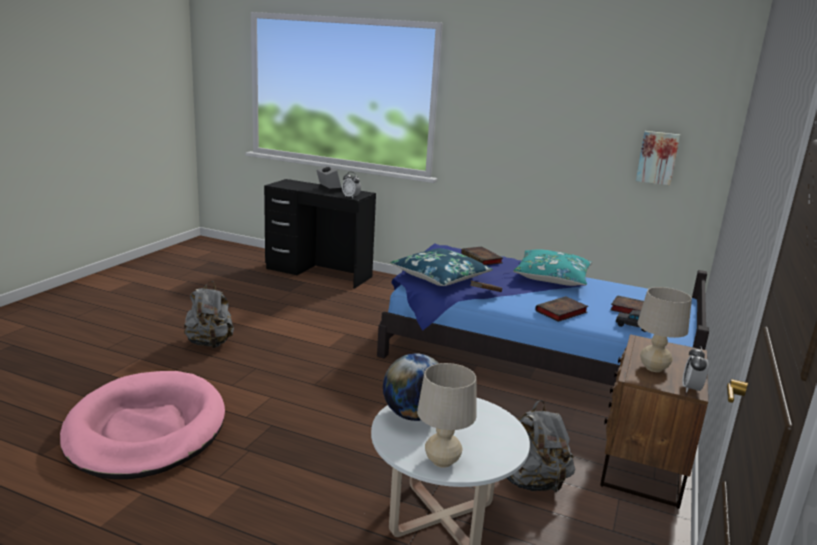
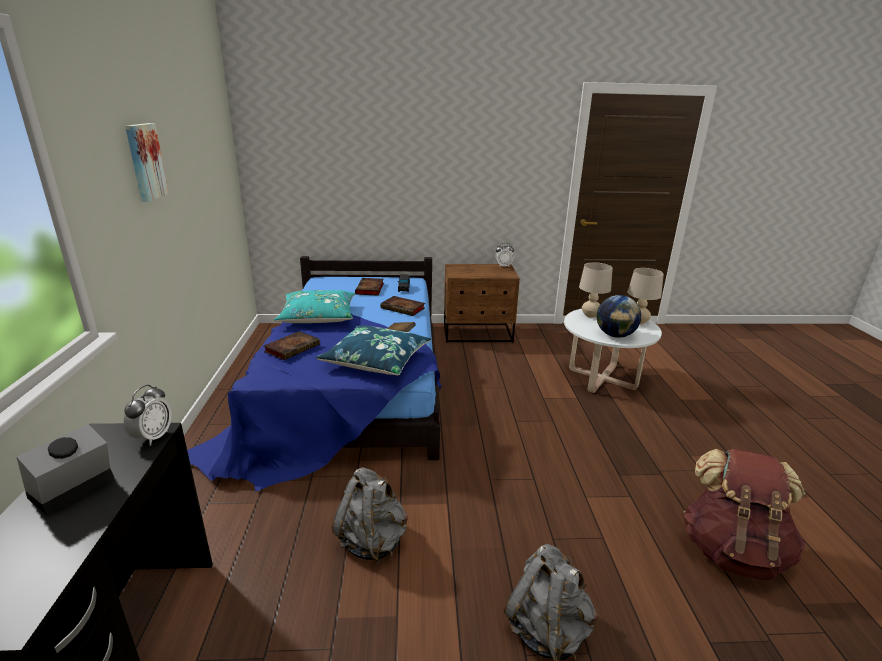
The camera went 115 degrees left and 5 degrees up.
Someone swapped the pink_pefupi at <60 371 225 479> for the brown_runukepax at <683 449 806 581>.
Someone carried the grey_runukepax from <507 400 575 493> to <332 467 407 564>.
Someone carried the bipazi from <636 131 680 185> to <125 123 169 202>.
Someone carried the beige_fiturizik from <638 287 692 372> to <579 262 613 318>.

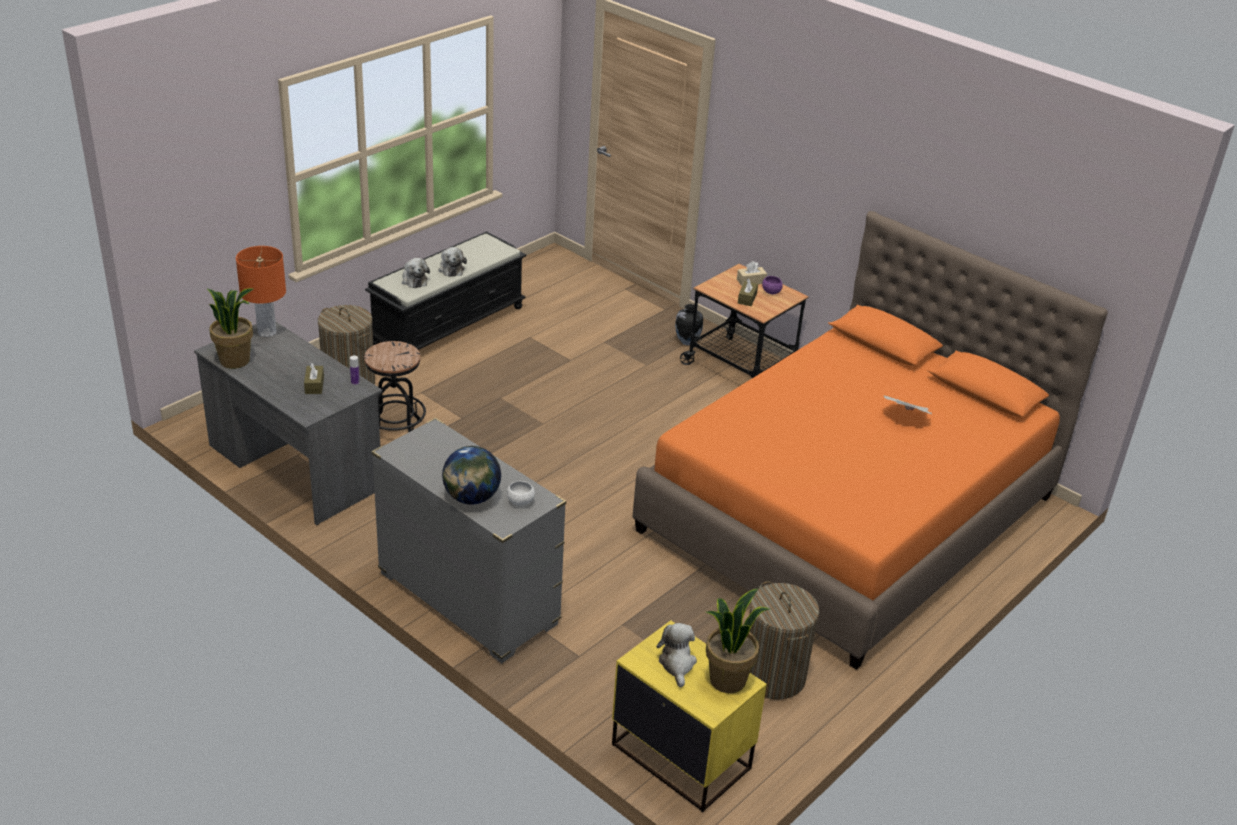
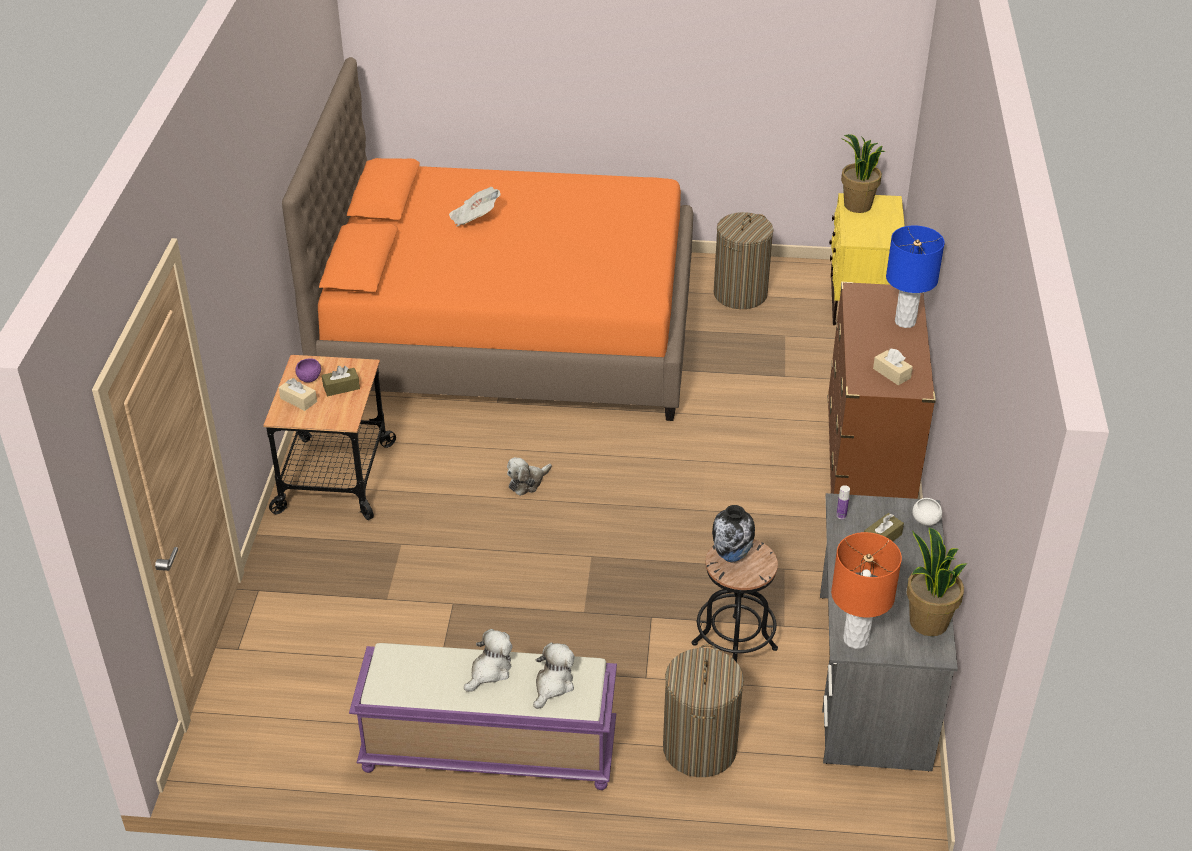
The camera went 125 degrees left and 5 degrees up.
Someone repainted the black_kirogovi at <365 231 527 350>, which became the purple_kirogovi at <349 643 617 790>.
Someone repainted the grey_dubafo at <371 418 566 663>, which became the brown_dubafo at <828 282 936 499>.
Someone swapped the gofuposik at <442 446 501 504> for the blue_fiturizik at <886 225 945 328>.
Someone carried the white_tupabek from <507 481 535 506> to <913 498 942 526>.
Someone carried the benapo from <657 623 697 688> to <507 457 552 496>.
Someone carried the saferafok from <675 304 703 345> to <712 505 755 562>.
Someone put down the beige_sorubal at <873 348 913 385>.

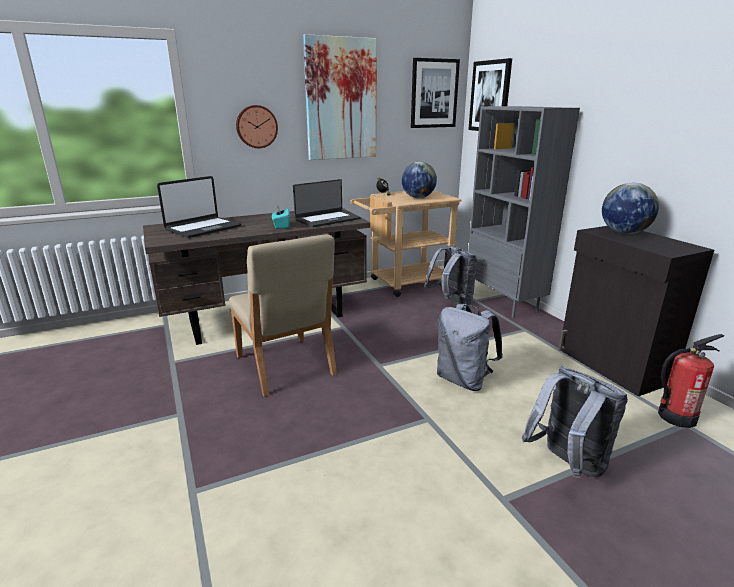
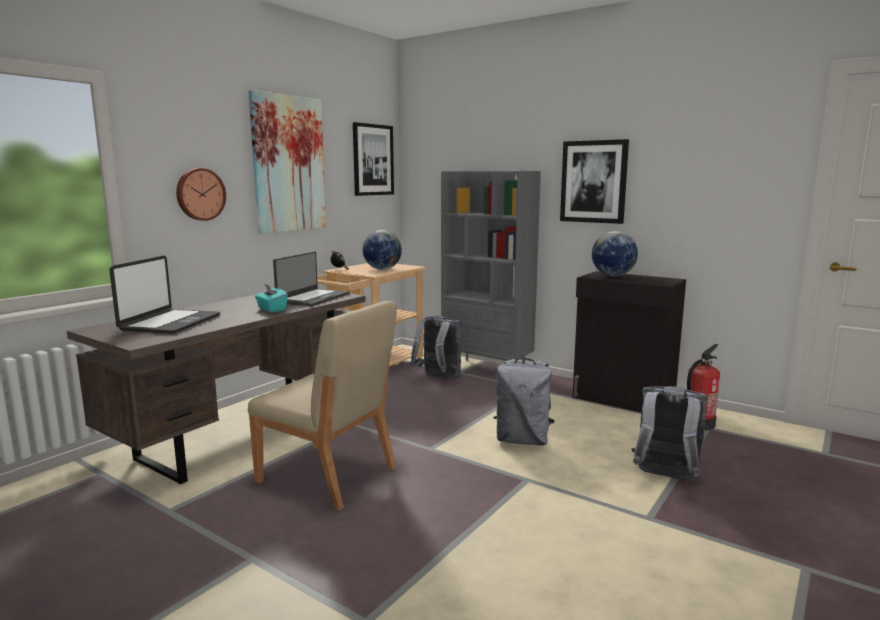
The camera went 30 degrees left and 10 degrees down.
Someone carried the bipazi from <468 58 512 131> to <560 139 629 224>.

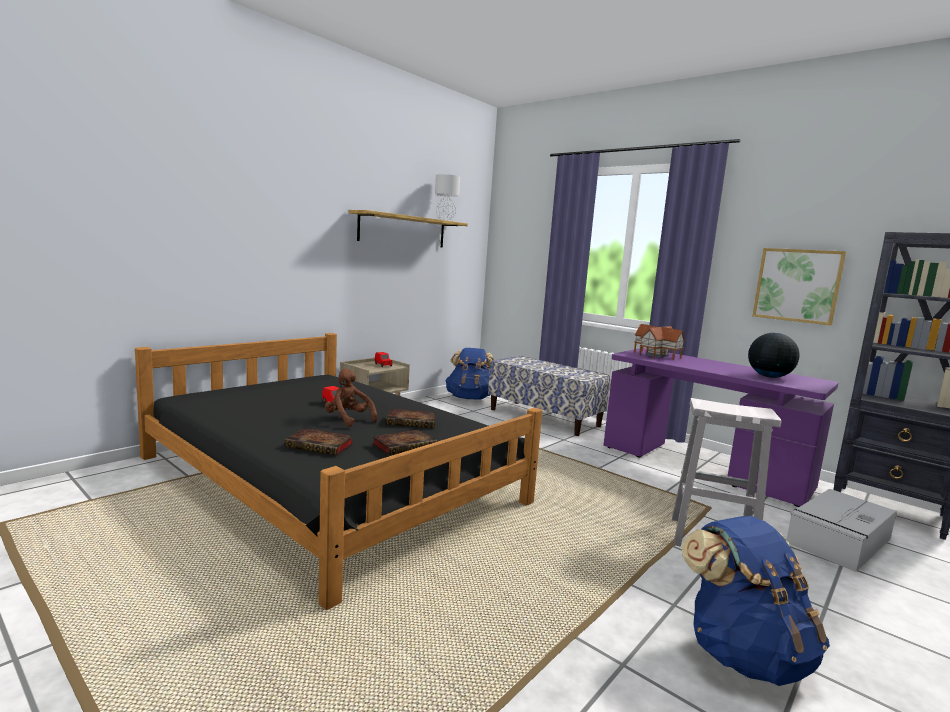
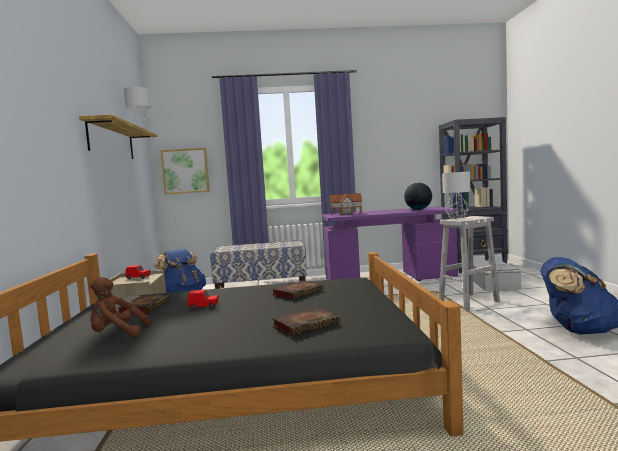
The camera went 45 degrees left and 5 degrees down.
Someone carried the brown_benapo from <325 369 378 427> to <90 277 151 337>.
Someone carried the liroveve from <372 430 437 456> to <117 294 170 314>.
Someone carried the bipazi from <752 248 846 326> to <160 148 210 194>.
Someone put down the grey_fiturizik at <442 171 471 220>.

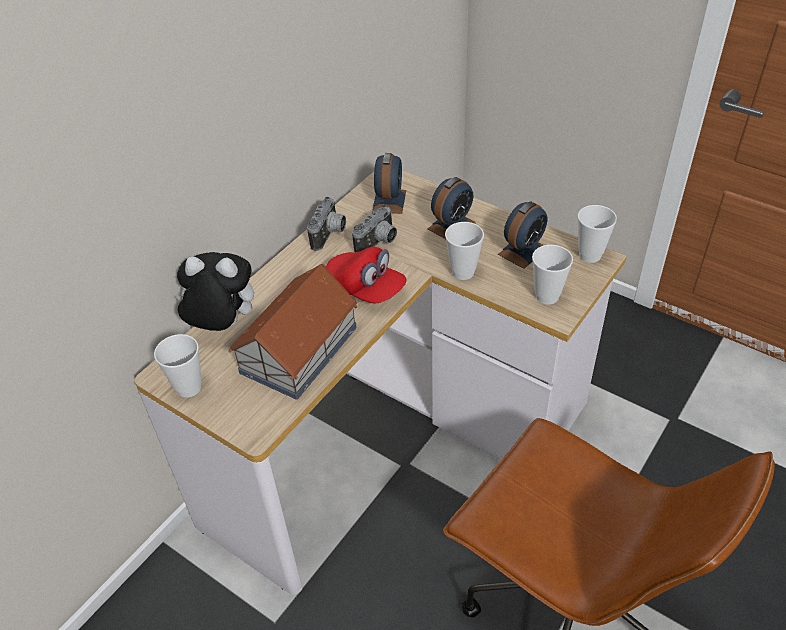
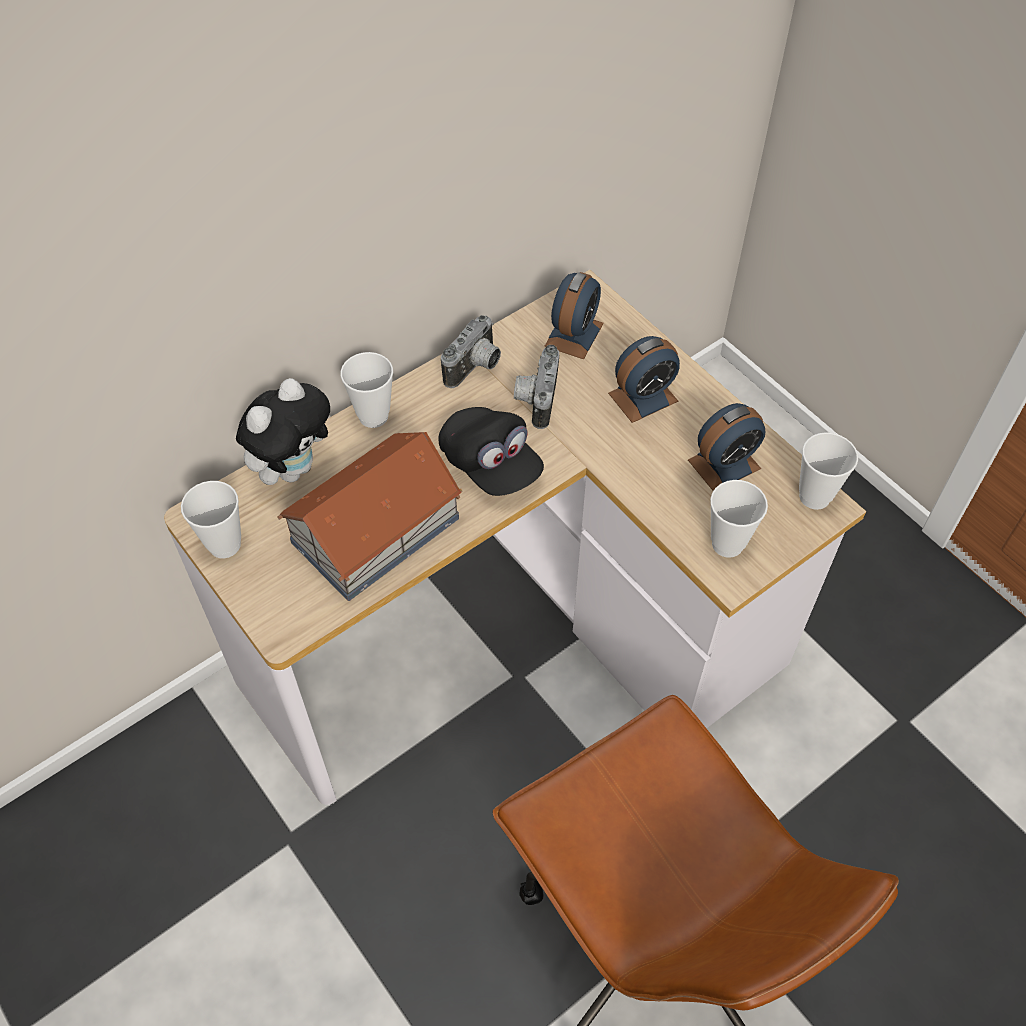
The camera went 15 degrees right and 10 degrees up.
Someone rotated the benapo at <174 252 254 331> by 105 degrees clockwise.
Someone repainted the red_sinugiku at <326 247 406 304>, which became the black_sinugiku at <439 407 544 496>.
Someone rotated the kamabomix at <352 205 397 252> by 135 degrees clockwise.
Someone carried the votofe from <445 222 484 280> to <341 352 393 428>.

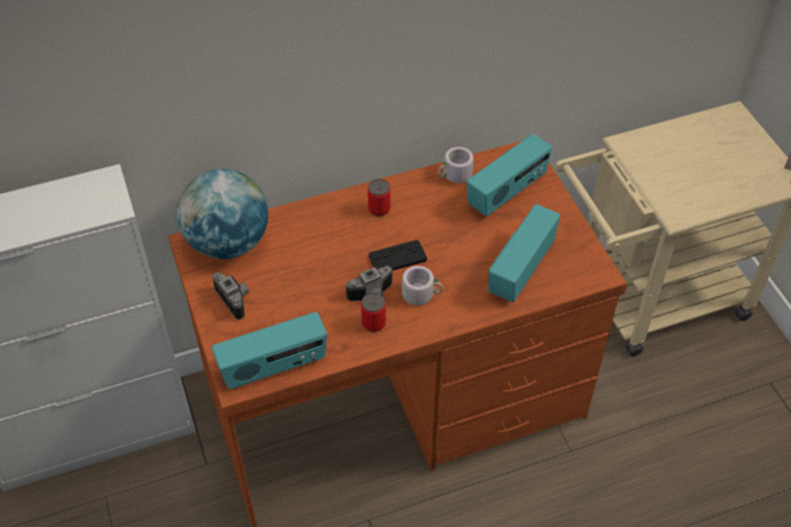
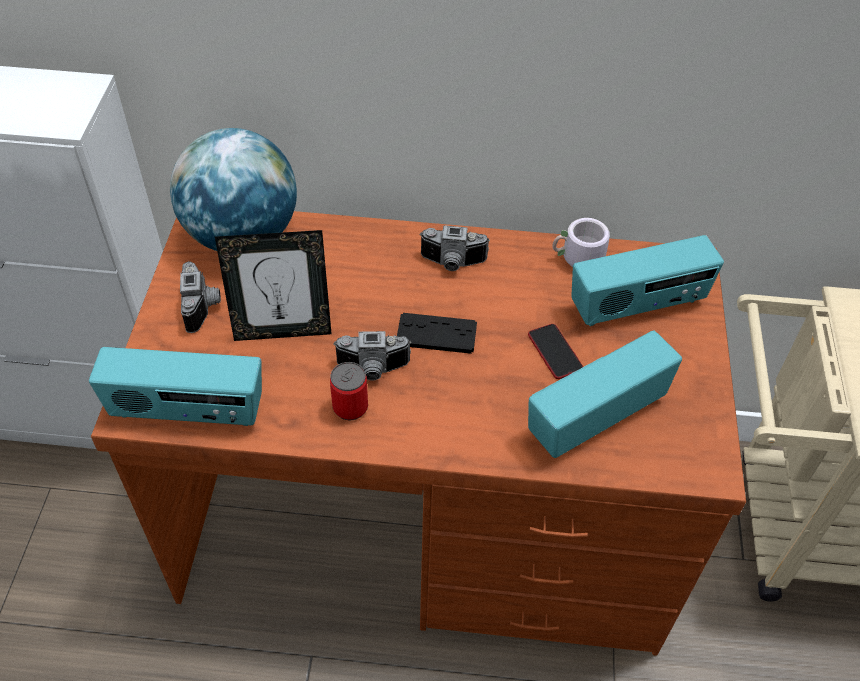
The camera went 25 degrees right and 0 degrees up.
Someone swapped the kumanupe at <368 179 390 217> for the kamabomix at <419 225 490 271>.
Someone took away the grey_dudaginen at <402 266 443 306>.
Someone put down the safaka at <215 230 332 341>.
Someone put down the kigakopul at <528 324 583 379>.

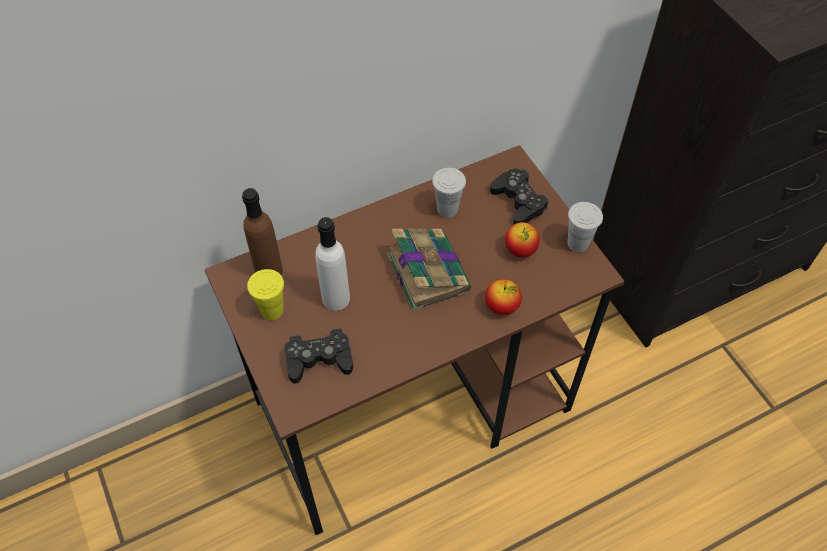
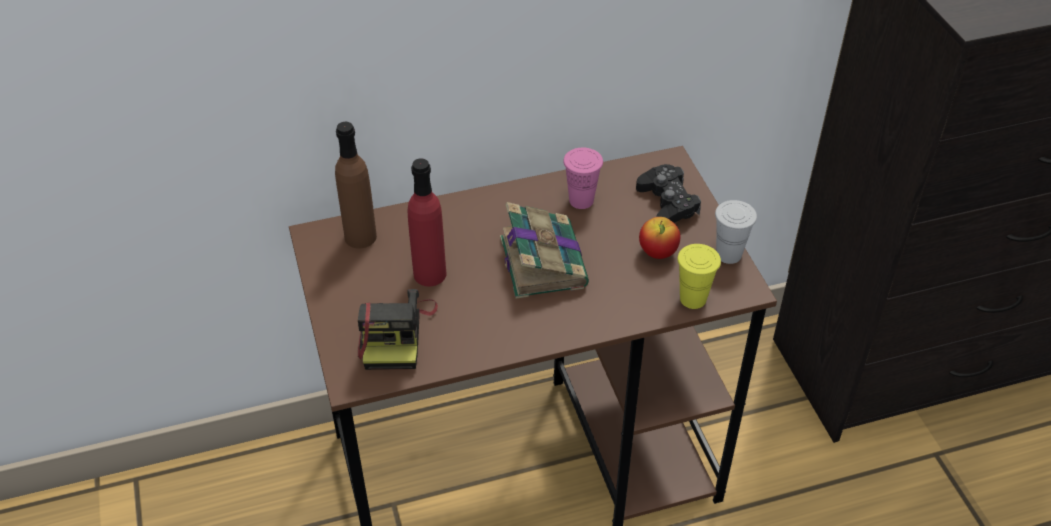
The camera went 10 degrees right and 10 degrees down.
Someone carried the yellow_votofe from <247 269 284 320> to <677 244 721 309>.
Someone swapped the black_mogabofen at <284 328 353 384> for the kamabomix at <358 289 438 370>.
Someone repainted the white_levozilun at <315 217 350 310>, which became the red_levozilun at <408 158 446 286>.
Someone repainted the white_votofe at <432 168 466 218>, which became the pink_votofe at <563 148 603 209>.
Someone took away the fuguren at <485 279 522 315>.

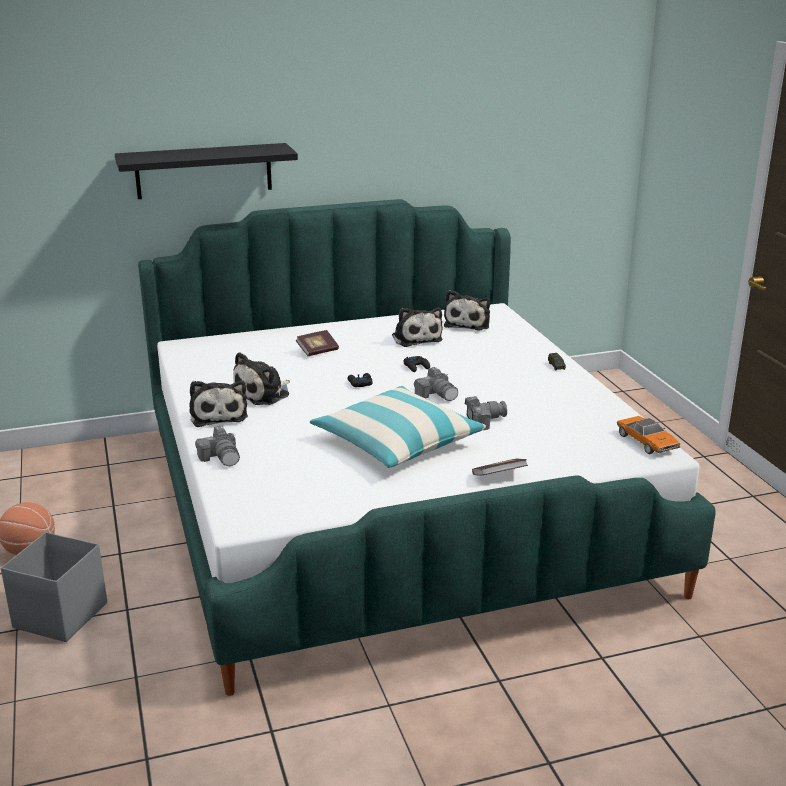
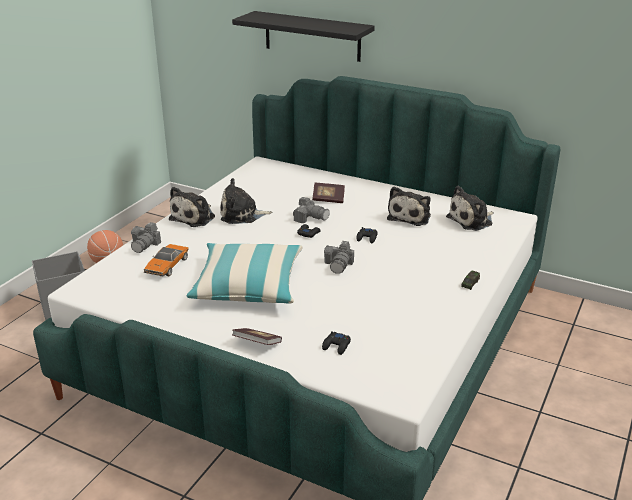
The camera went 45 degrees right and 5 degrees up.
Someone carried the kamabomix from <465 396 507 430> to <293 197 330 223>.
Someone carried the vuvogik from <617 416 680 454> to <144 244 189 276>.
Someone put down the black_mogabofen at <322 331 351 355>.

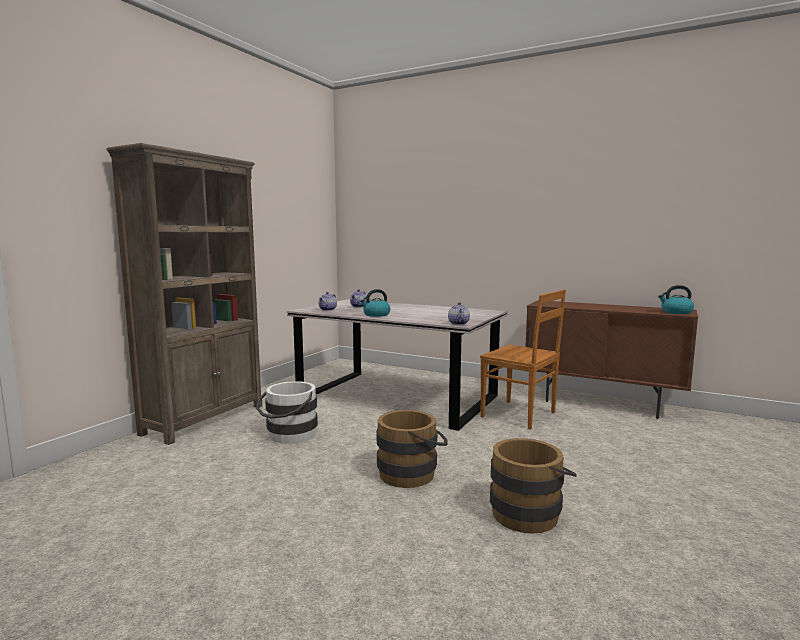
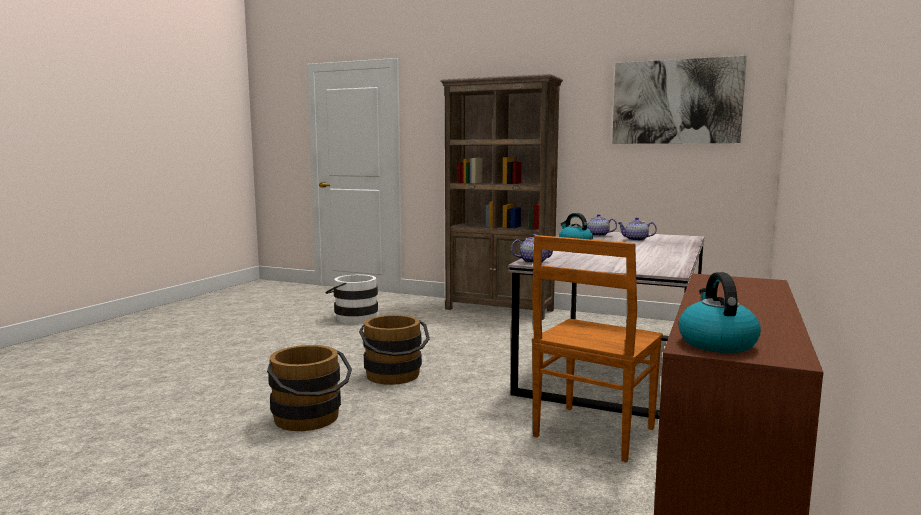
The camera went 85 degrees right and 0 degrees up.
Someone carried the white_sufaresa from <256 381 318 444> to <326 275 378 324>.
Someone put up the bipazi at <612 56 747 144>.

